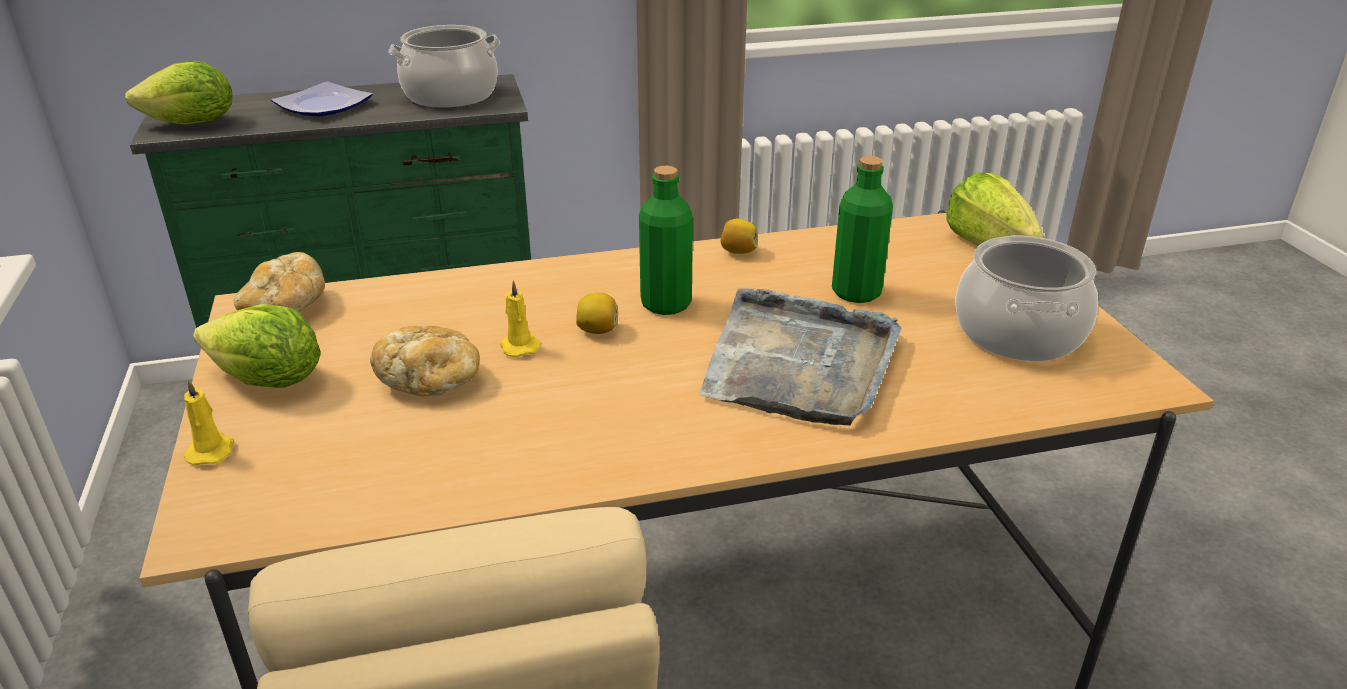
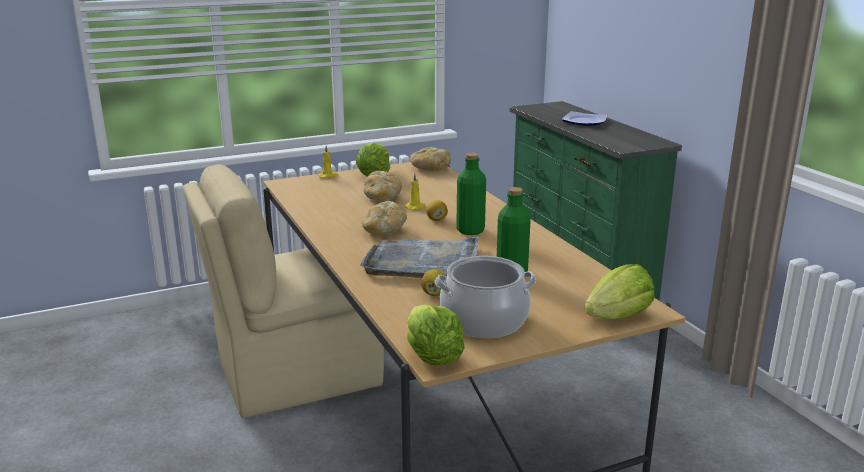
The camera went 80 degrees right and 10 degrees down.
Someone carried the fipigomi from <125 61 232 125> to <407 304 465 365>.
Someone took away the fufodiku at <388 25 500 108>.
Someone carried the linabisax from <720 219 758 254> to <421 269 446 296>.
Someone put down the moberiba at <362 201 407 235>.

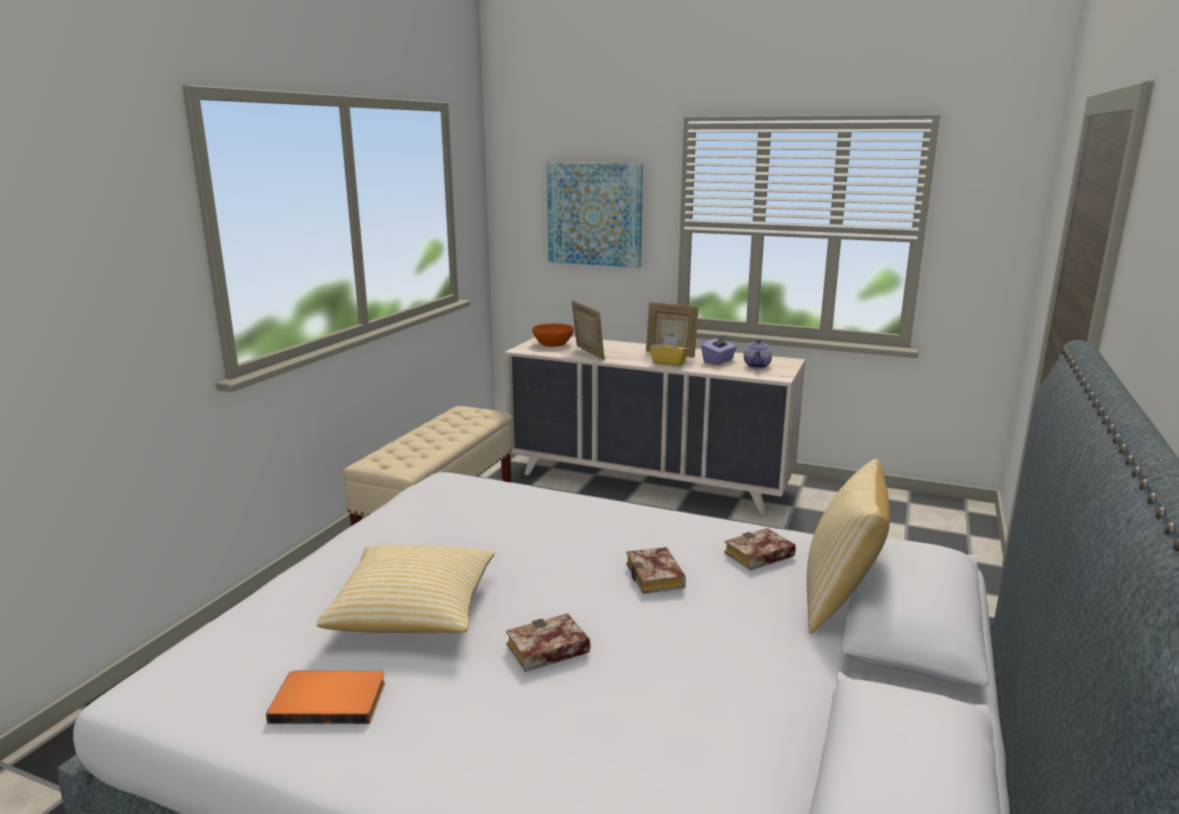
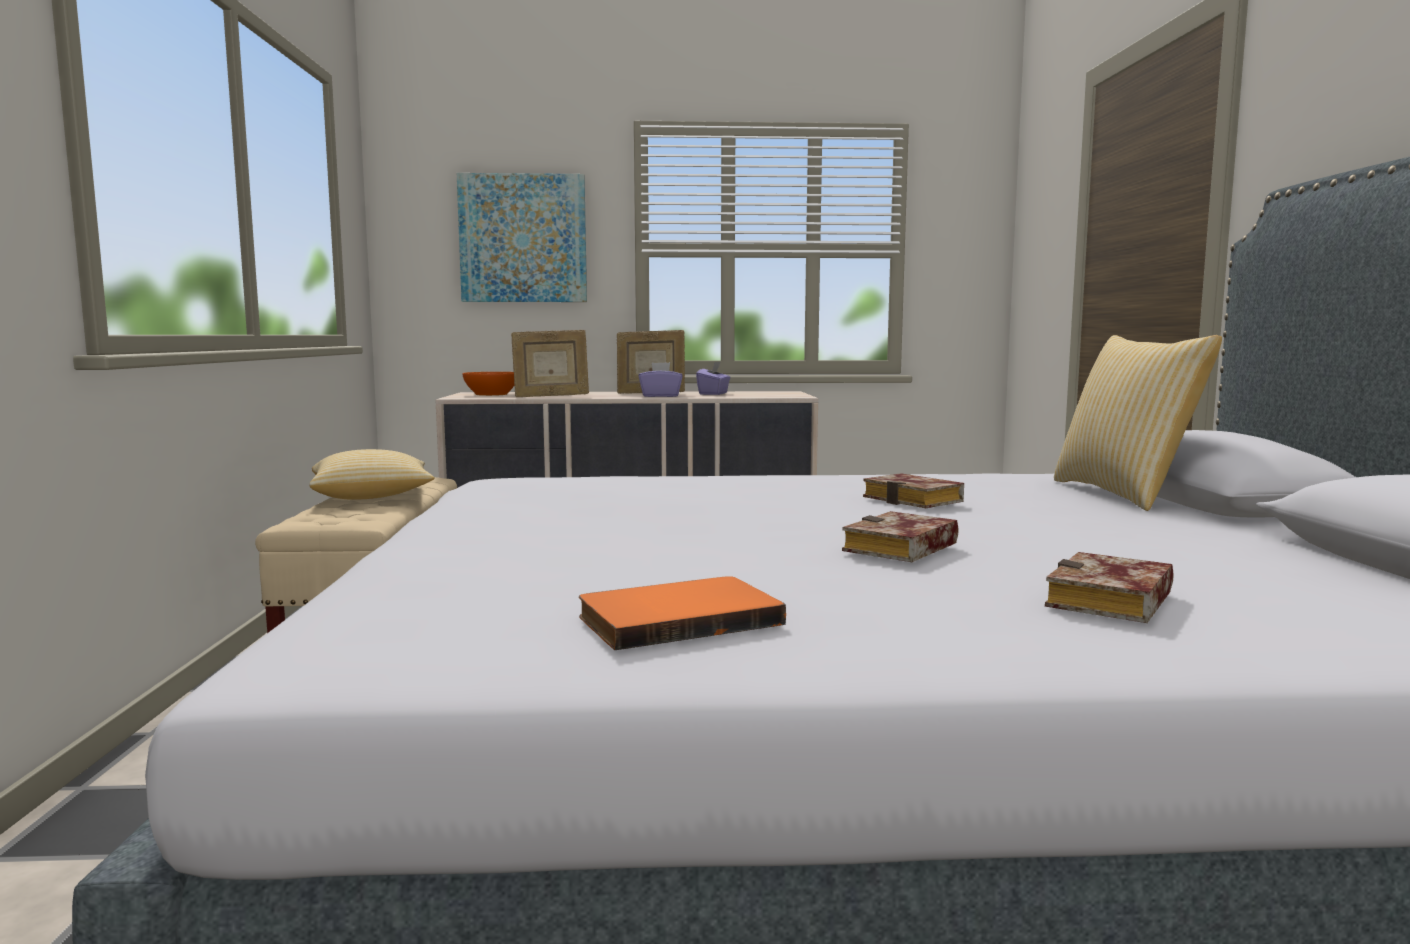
The camera went 25 degrees left and 10 degrees down.
Someone carried the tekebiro from <317 545 495 633> to <309 449 435 500>.
Someone rotated the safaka at <572 300 605 360> by 135 degrees clockwise.
Someone repainted the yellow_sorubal at <650 335 688 366>, which became the purple_sorubal at <639 362 683 397>.
Someone carried the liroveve from <724 528 796 570> to <1045 552 1174 623>.
Someone took away the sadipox at <744 339 772 368>.

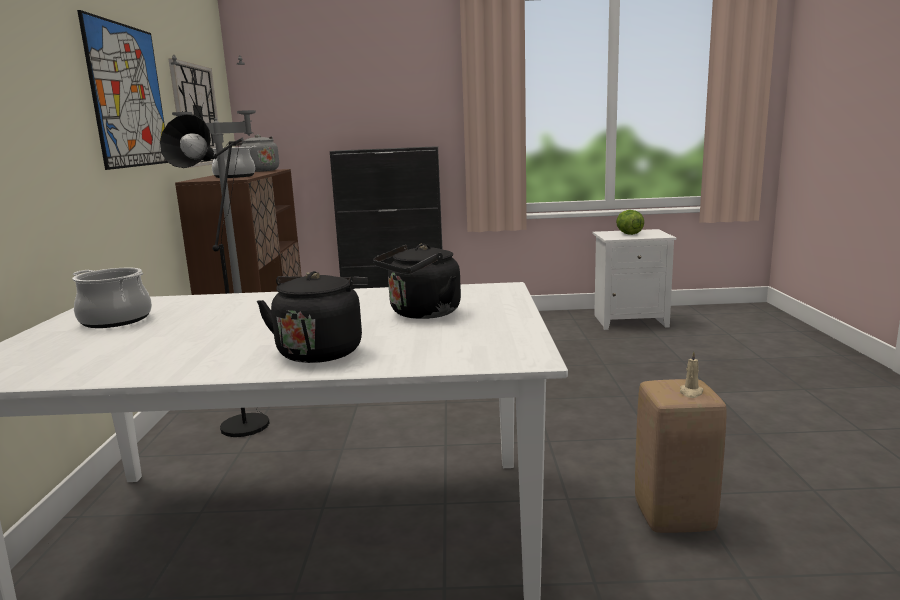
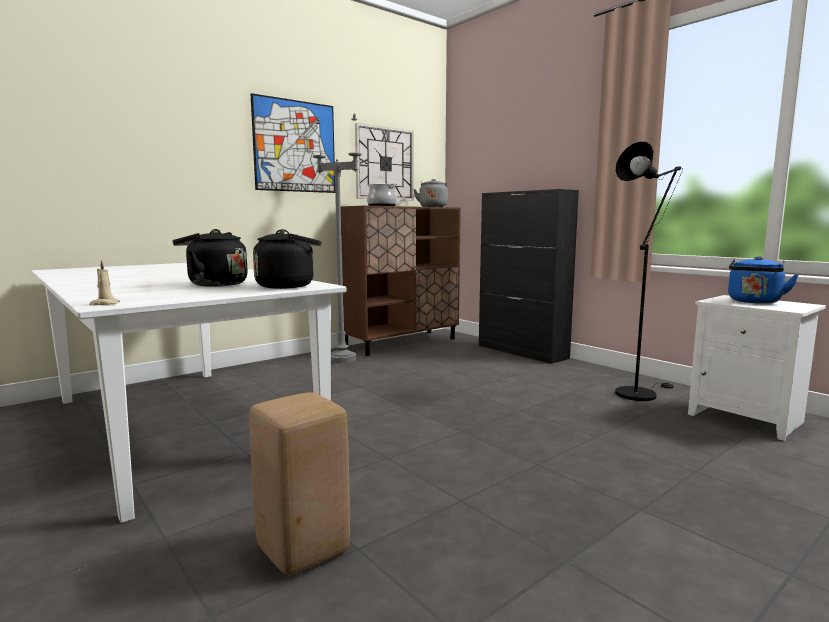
The camera went 50 degrees right and 5 degrees down.
Someone took away the fufodiku at <72 268 152 328>.
Someone carried the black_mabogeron from <160 114 270 437> to <615 141 683 401>.
Someone carried the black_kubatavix from <257 271 368 363> to <253 229 322 289>.
Someone swapped the fipigomi at <616 210 644 235> for the blue_kubatavix at <728 256 799 304>.
Someone carried the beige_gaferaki from <680 351 704 398> to <89 260 120 305>.

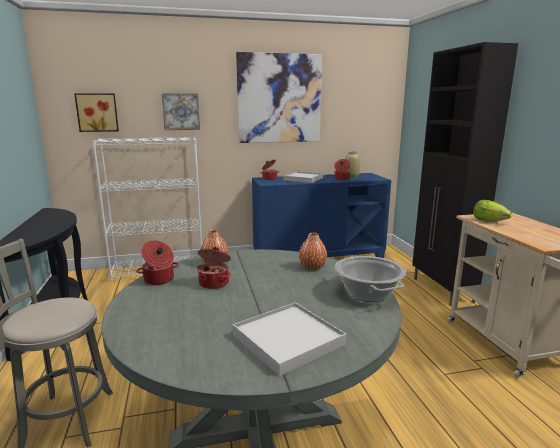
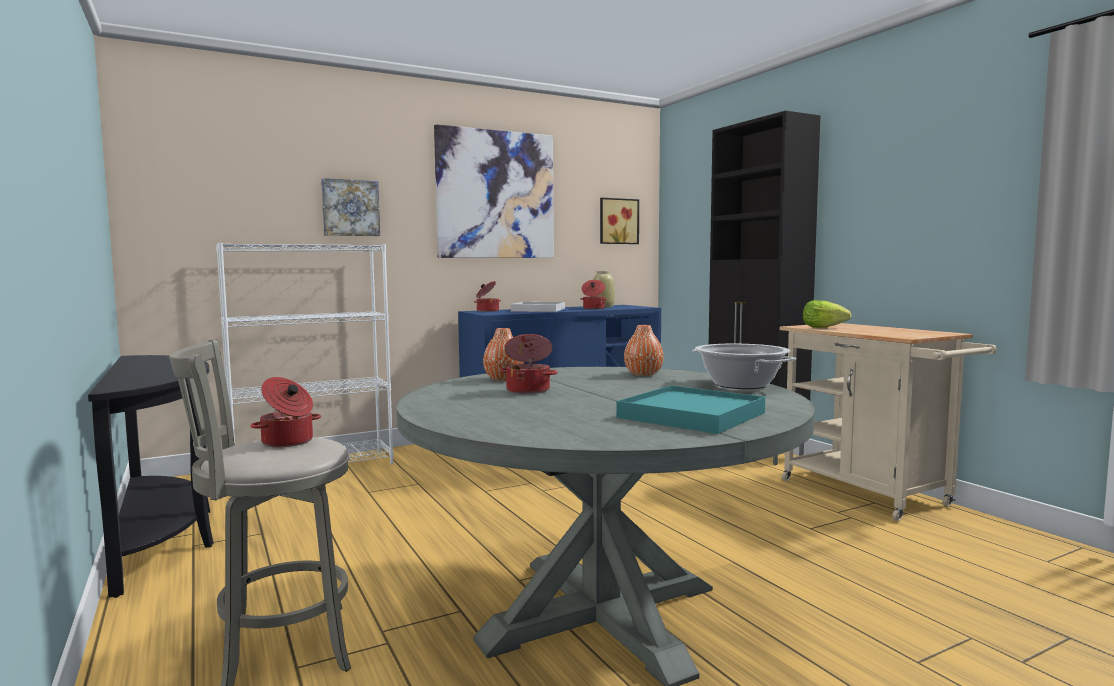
The camera went 15 degrees left and 10 degrees down.
Someone carried the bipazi from <74 93 119 132> to <600 198 639 244>.
Someone carried the fufodiku from <136 240 179 285> to <251 377 321 447>.
Someone repainted the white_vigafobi at <233 302 346 376>, which became the turquoise_vigafobi at <616 385 765 434>.

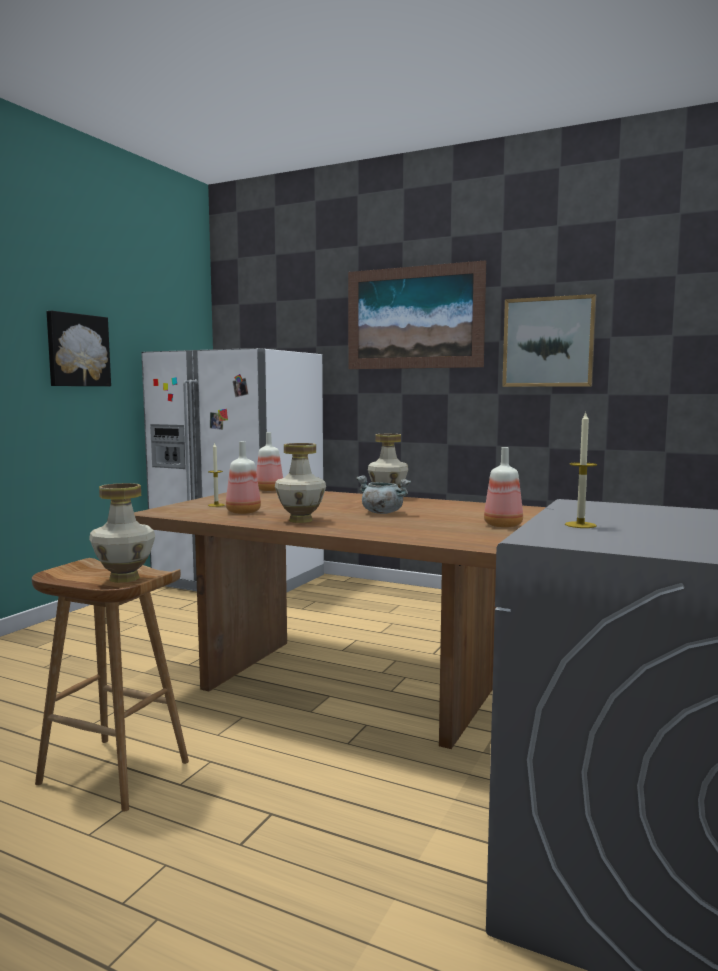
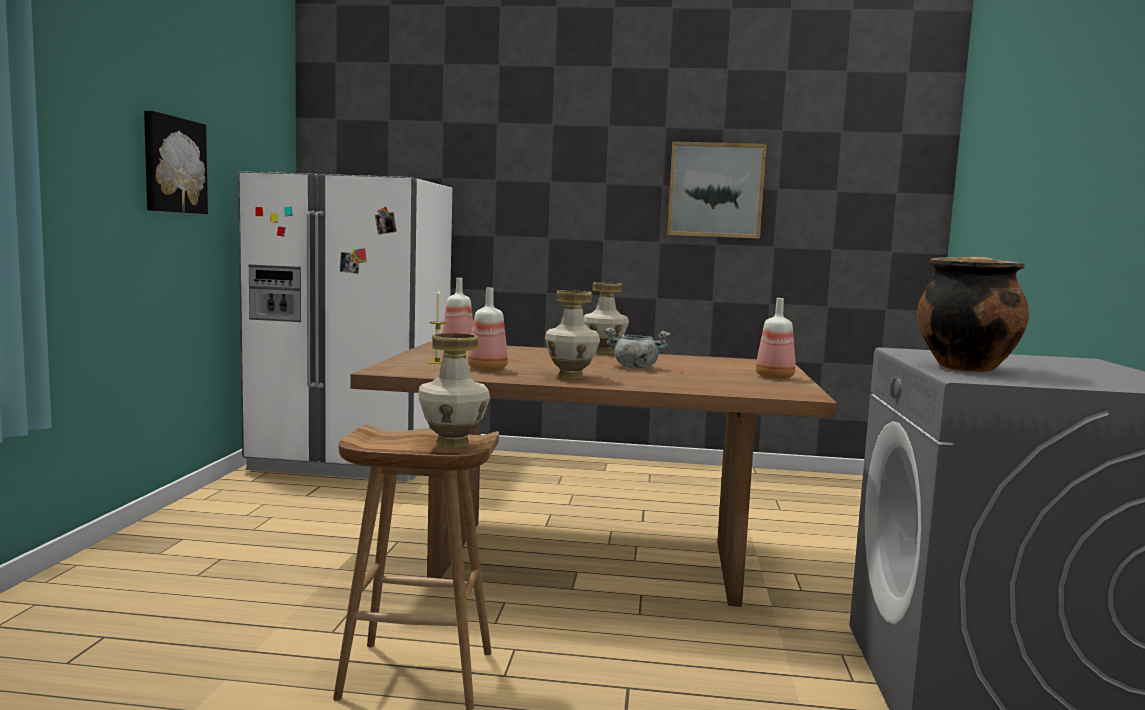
The camera went 20 degrees left and 0 degrees up.
Someone took away the bipazi at <348 260 486 369>.
Someone swapped the gaferaki at <565 411 597 528> for the fufodiku at <917 257 1029 372>.

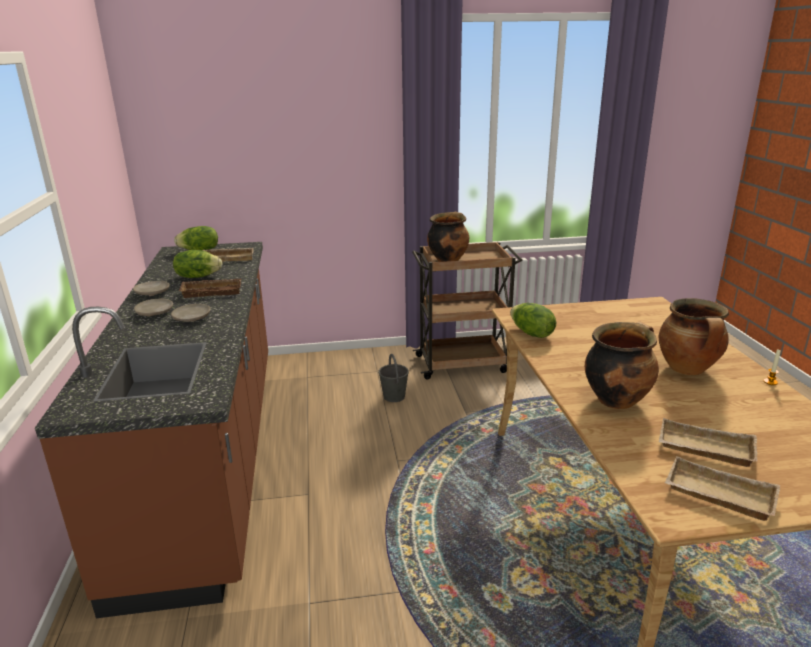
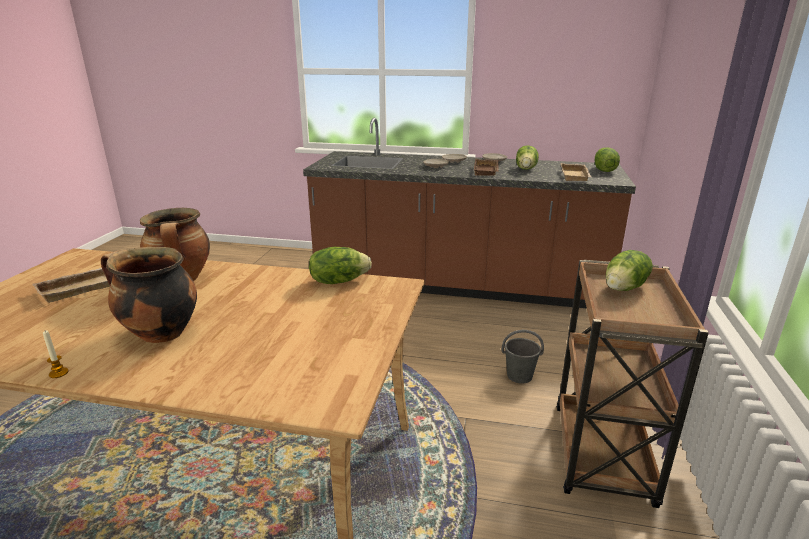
The camera went 110 degrees right and 0 degrees up.
Someone swapped the fufodiku at <427 212 469 262> for the fipigomi at <606 250 653 291>.
Someone took away the beige_vigafobi at <665 456 780 521>.

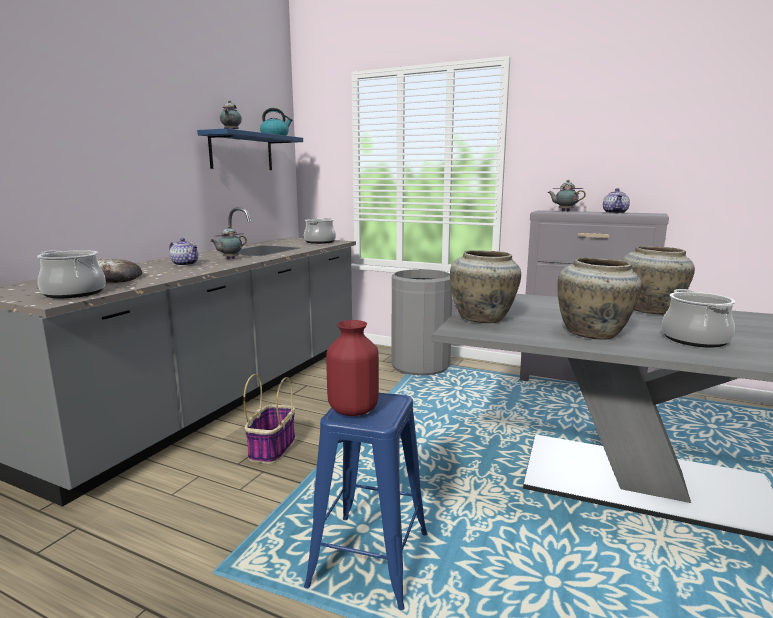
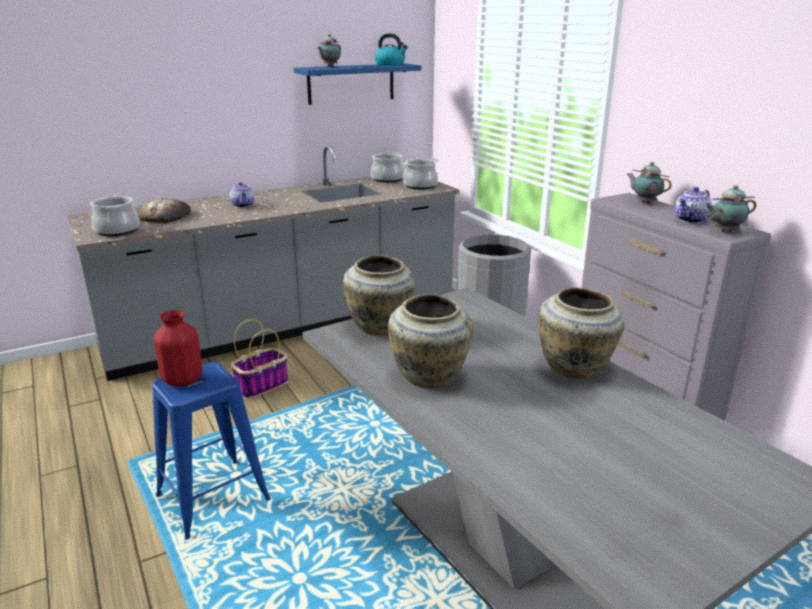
The camera went 35 degrees right and 10 degrees up.
Someone carried the sadipox from <210 226 247 259> to <704 185 756 233>.
Someone carried the fufodiku from <662 289 736 348> to <371 152 404 182>.

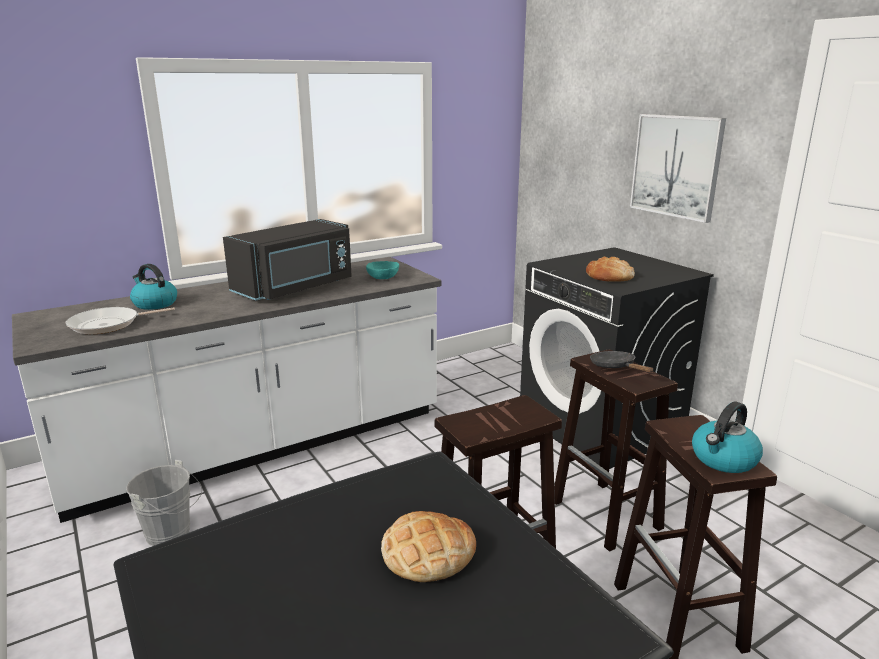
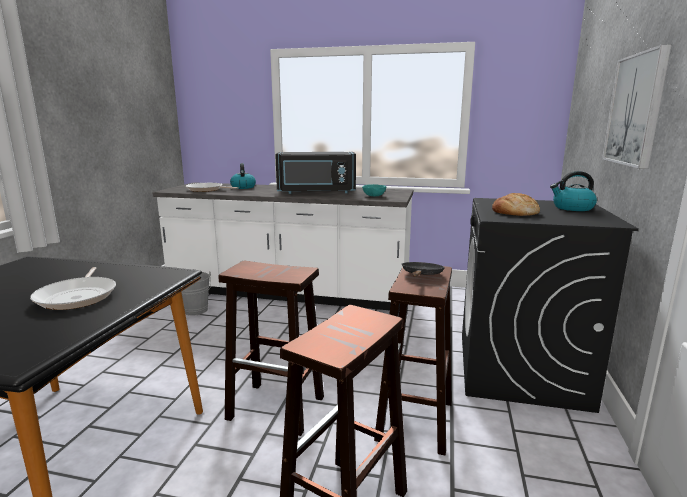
The camera went 45 degrees right and 5 degrees down.
Someone swapped the moberiba at <381 511 476 582> for the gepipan at <30 267 116 310>.
Someone carried the kubatavix from <692 401 763 473> to <550 171 597 211>.

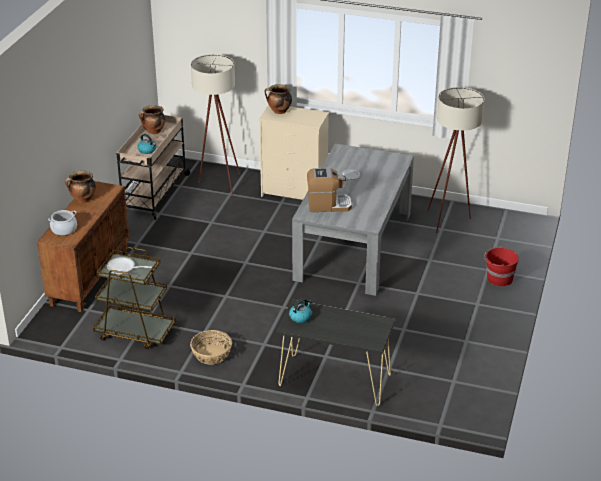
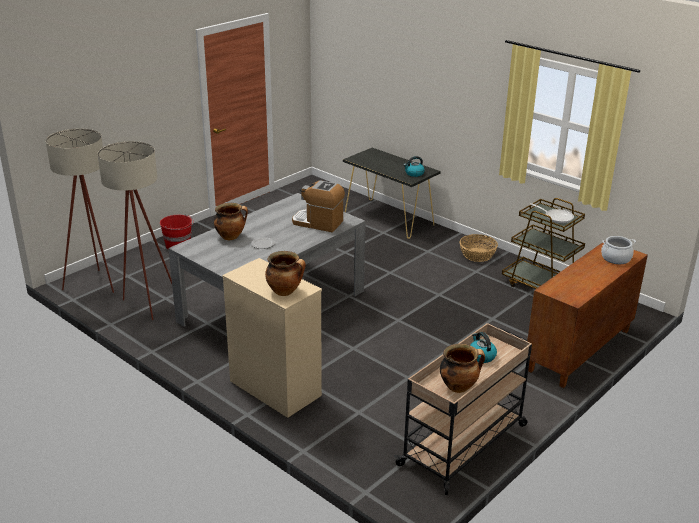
The camera went 155 degrees left and 5 degrees down.
Someone carried the fufodiku from <65 171 96 203> to <214 203 248 240>.
Someone carried the beige_mabogeron from <191 54 240 195> to <46 129 114 293>.

